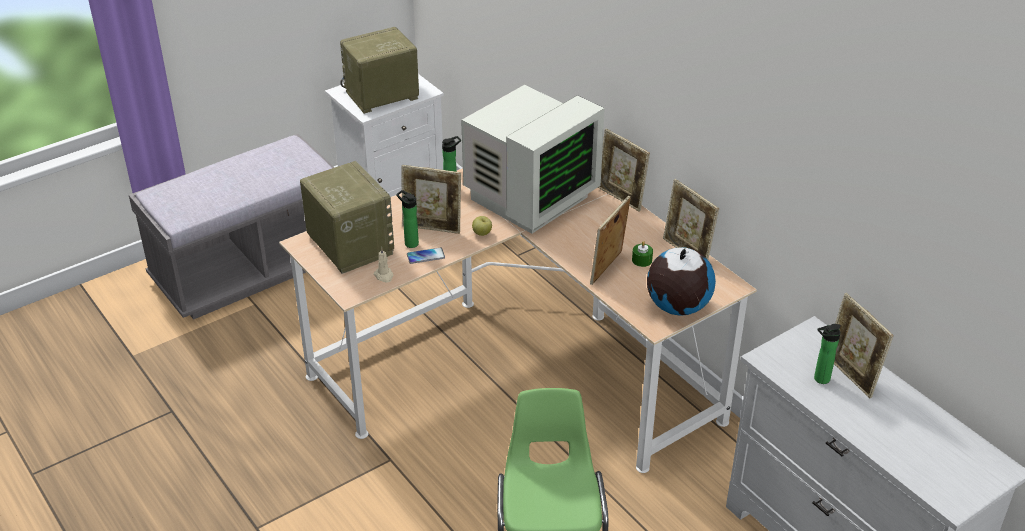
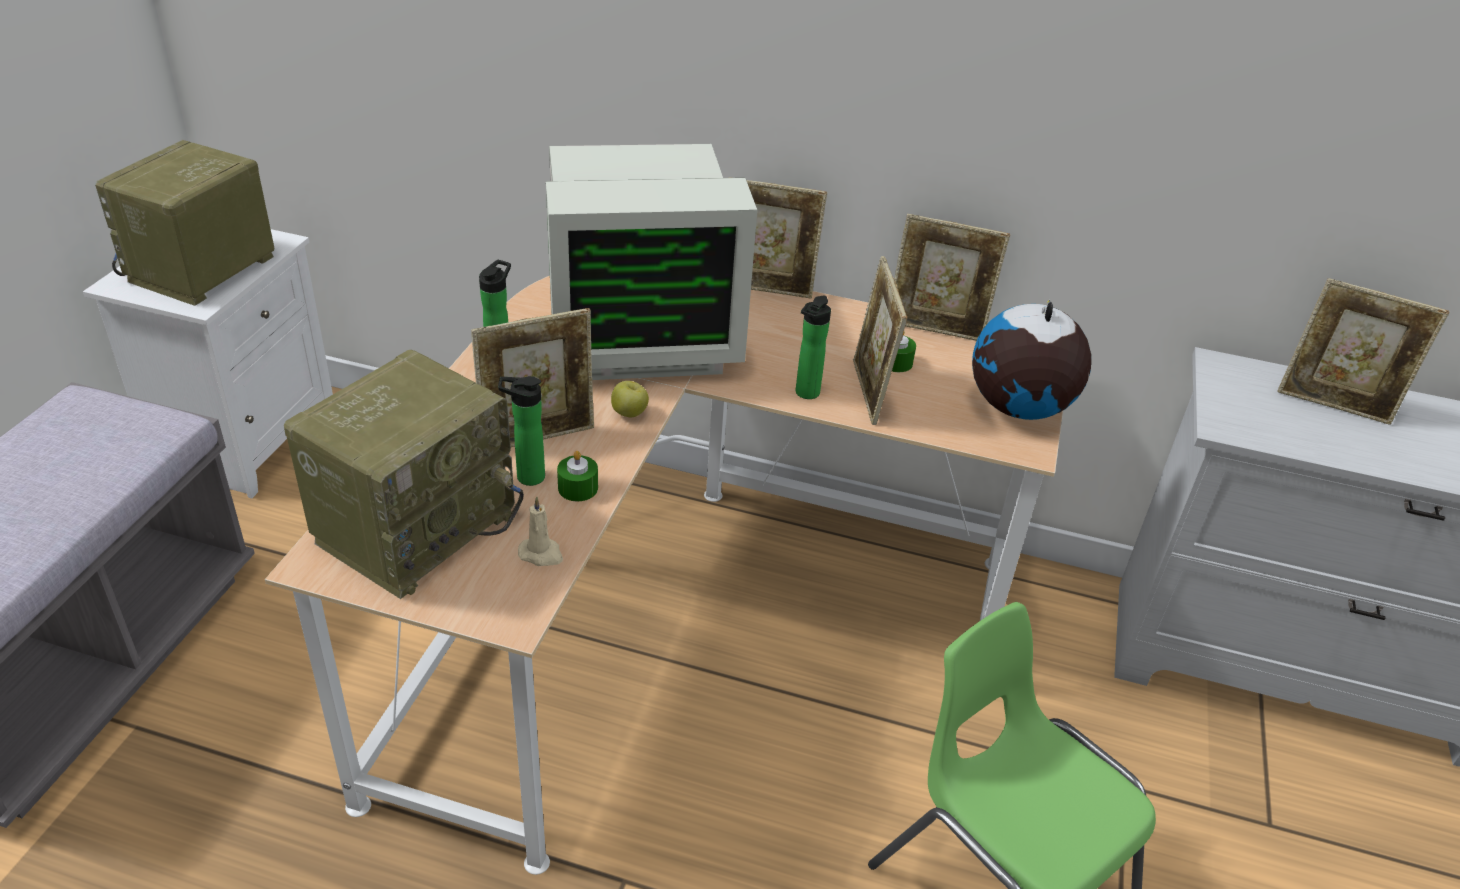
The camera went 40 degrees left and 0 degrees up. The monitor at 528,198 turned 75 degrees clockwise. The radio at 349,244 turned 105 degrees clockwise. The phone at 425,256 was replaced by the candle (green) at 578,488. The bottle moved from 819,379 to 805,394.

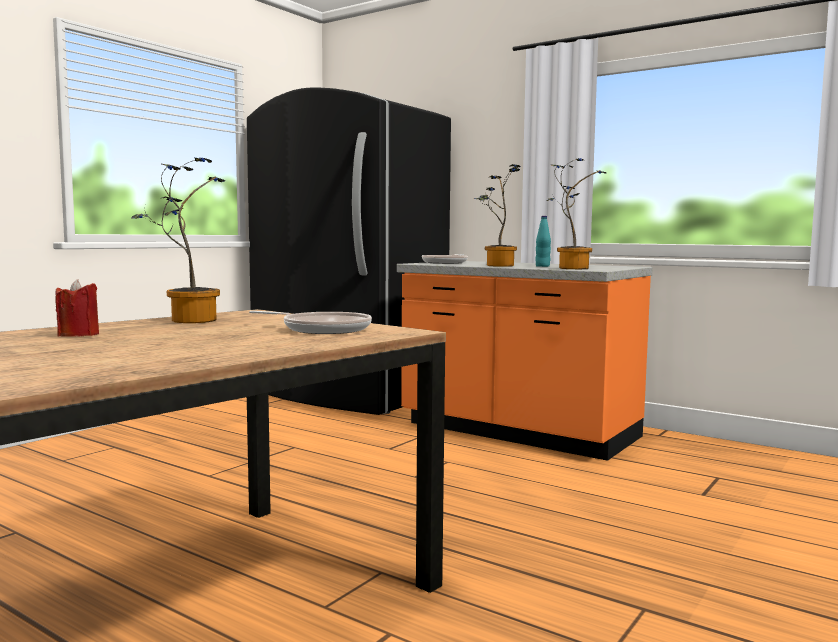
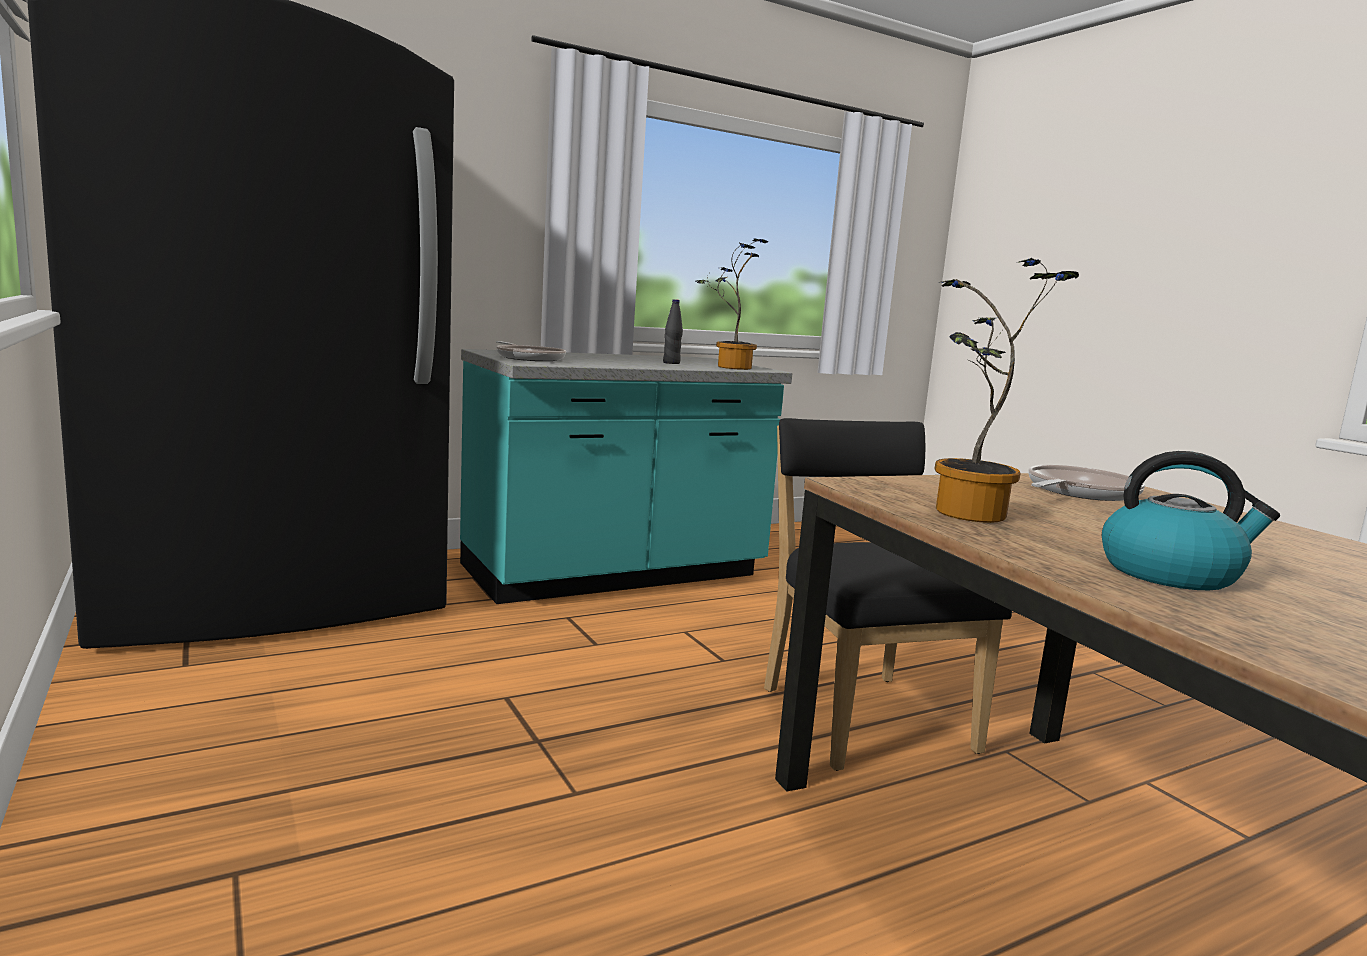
The camera went 65 degrees left and 5 degrees up. The potted plant at 496,266 disappeared. The bottle (turquoise) at 542,266 became the bottle (black) at 671,363. The counter (orange) at 518,431 became the counter (turquoise) at 615,573. The candle (red) at 78,335 was replaced by the kettle at 1171,574. The chair (black) at 860,714 appeared.

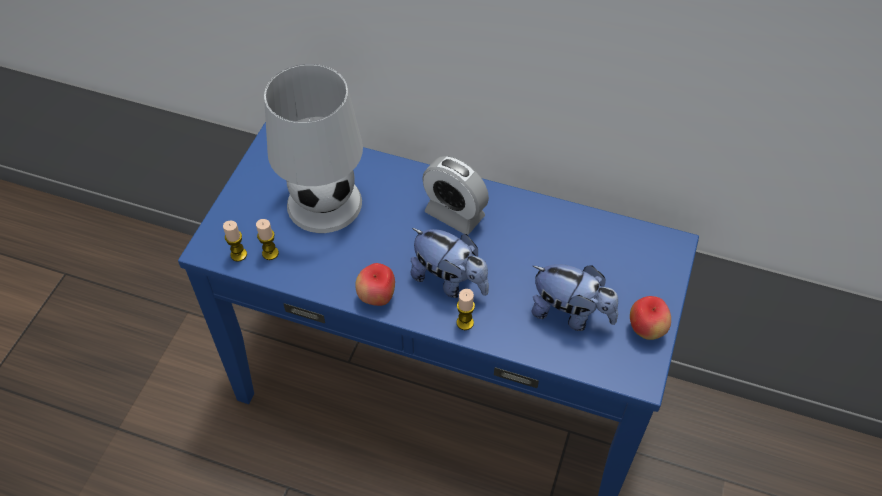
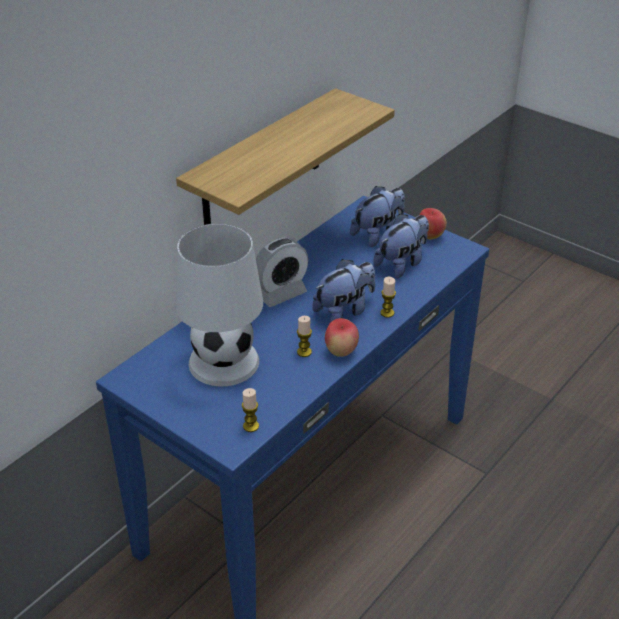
The camera went 70 degrees left and 15 degrees down. The candle moved from 270,253 to 304,352. The shelf at 262,165 appeared. The plush toy at 378,234 appeared.

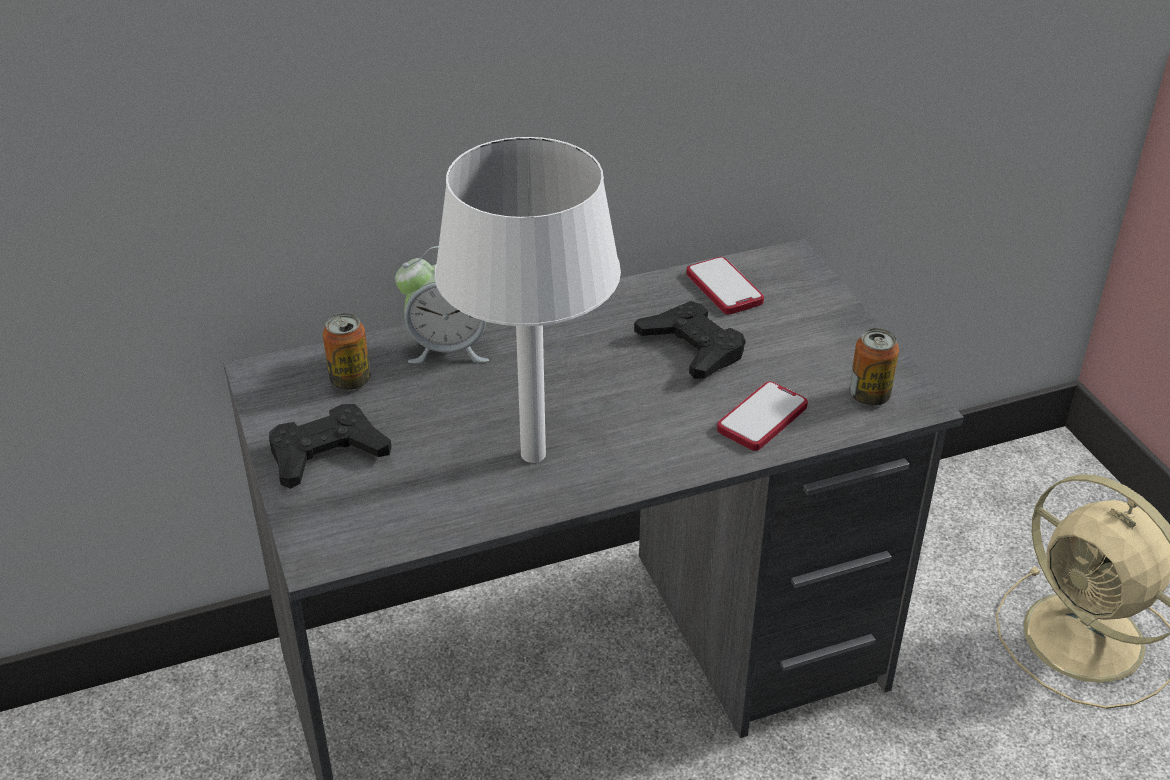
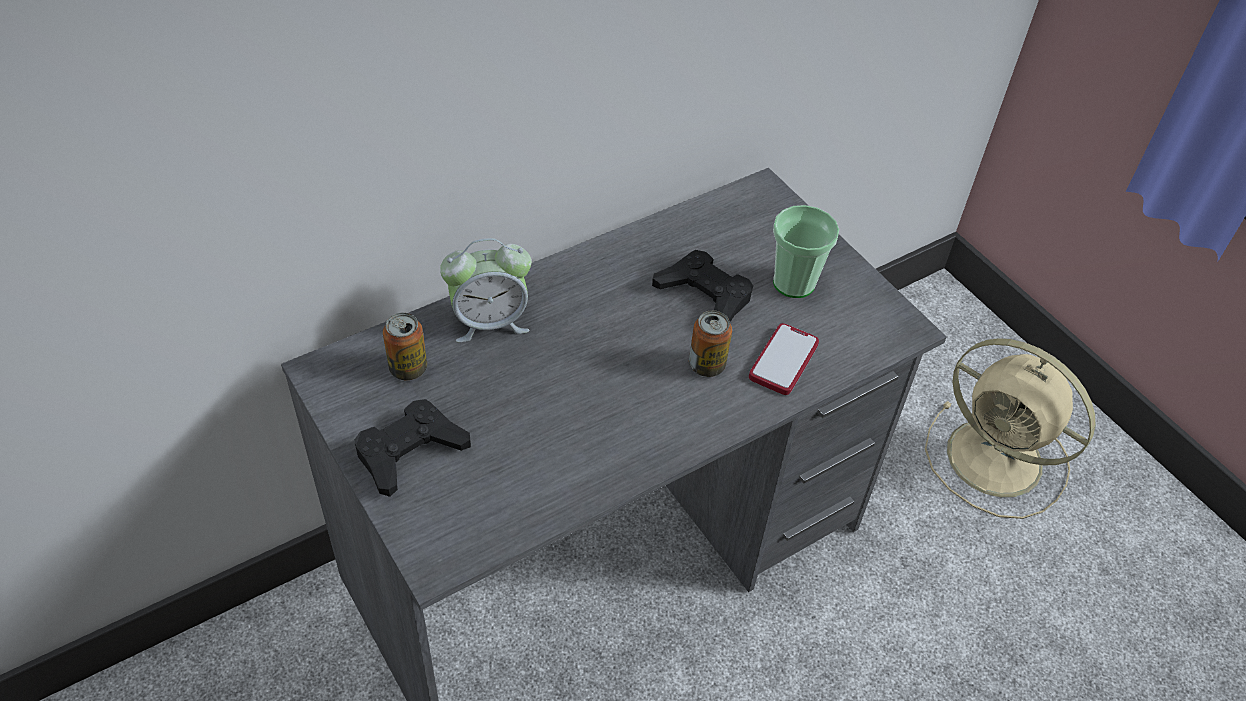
The camera went 15 degrees left and 10 degrees up. The table lamp (white) at 532,453 disappeared. The phone at 724,288 disappeared. The can moved from 869,396 to 707,365. The cup at 794,283 appeared.

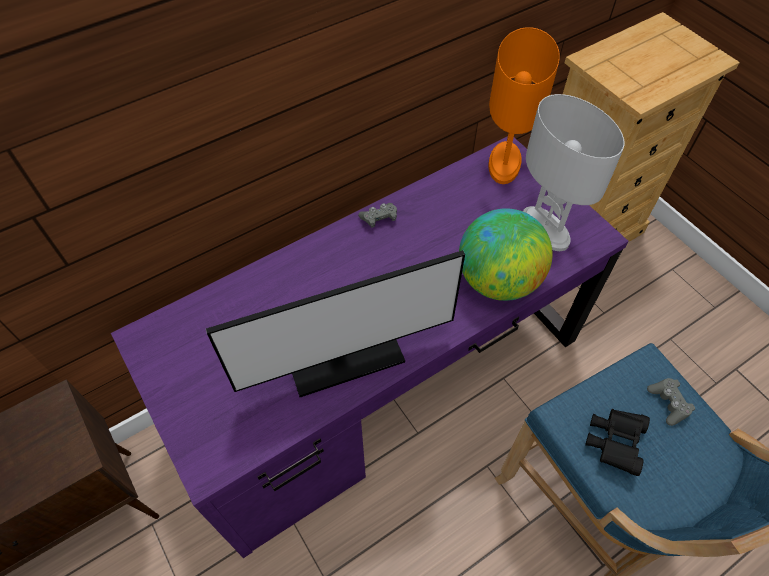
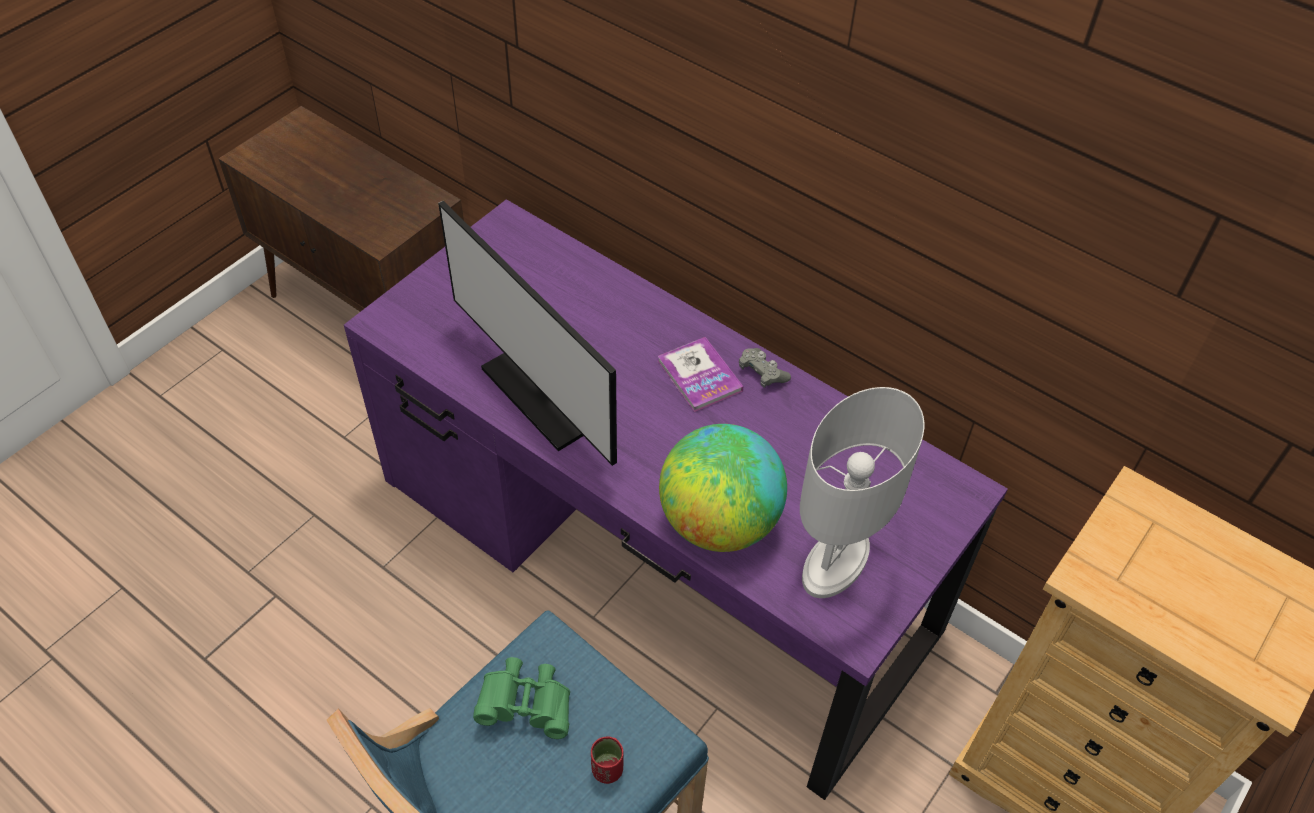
The camera went 70 degrees right and 5 degrees down. The table lamp (orange) at 504,163 disappeared. The game controller (grey) at 668,403 was replaced by the cup (red) at 607,770. The binoculars (black) at 613,442 became the binoculars (green) at 527,705. The book at 699,376 appeared.

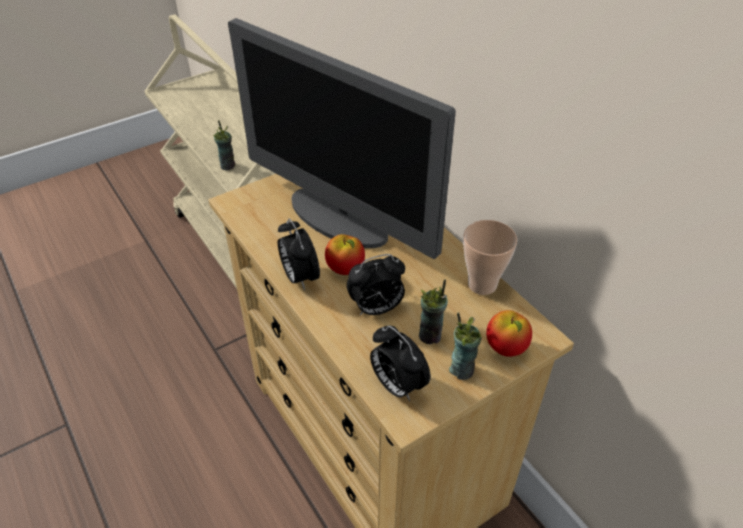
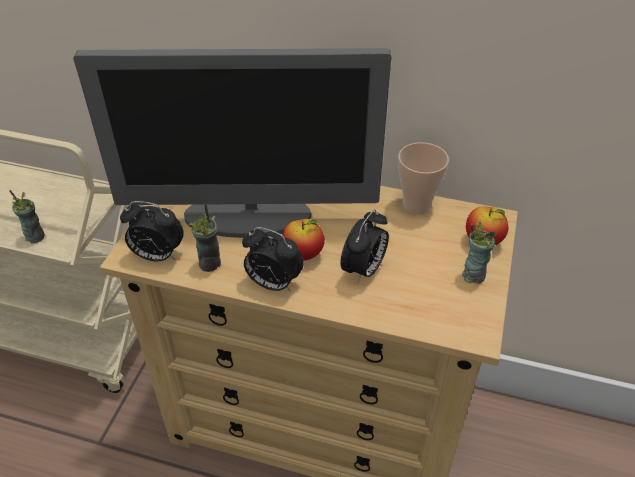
The camera went 40 degrees left and 0 degrees up. The cup moved from 430,335 to 210,263. The alarm clock moved from 397,385 to 157,256.

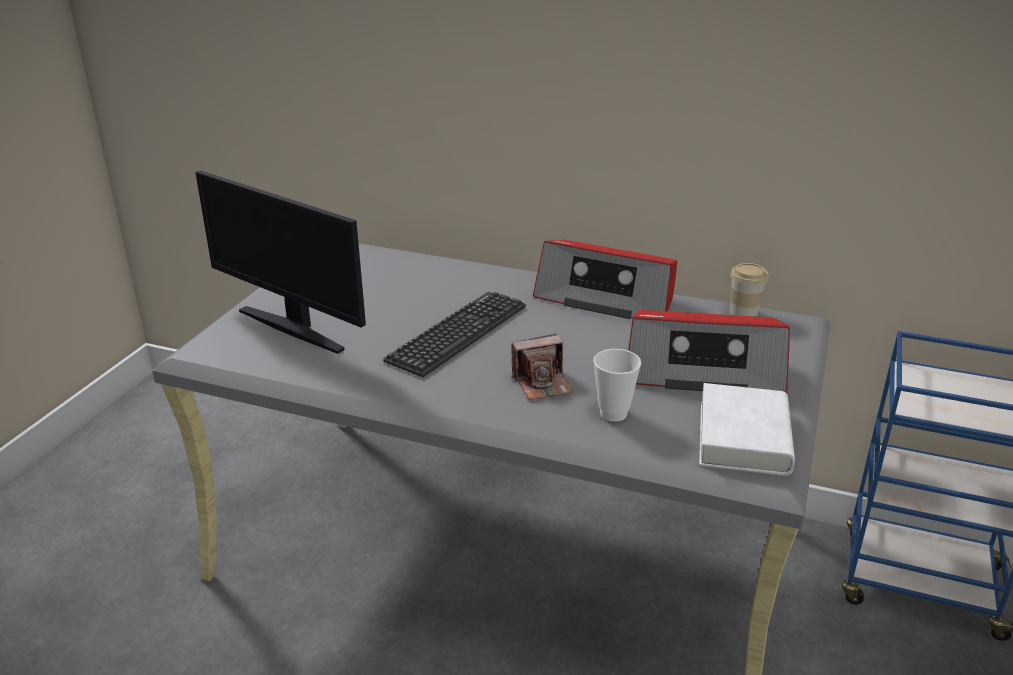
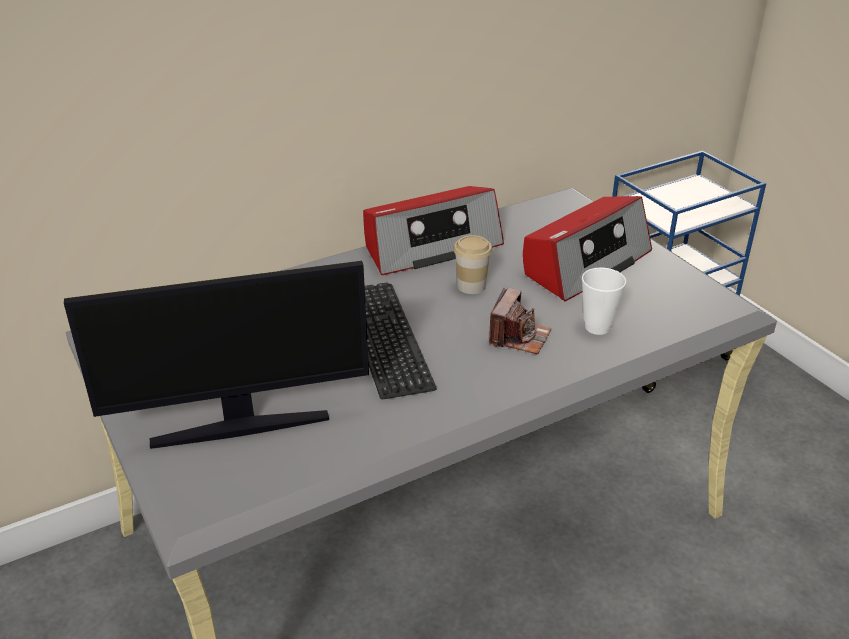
The camera went 50 degrees left and 5 degrees up. The cup moved from 744,313 to 471,286. The book (white) at 743,438 disappeared.

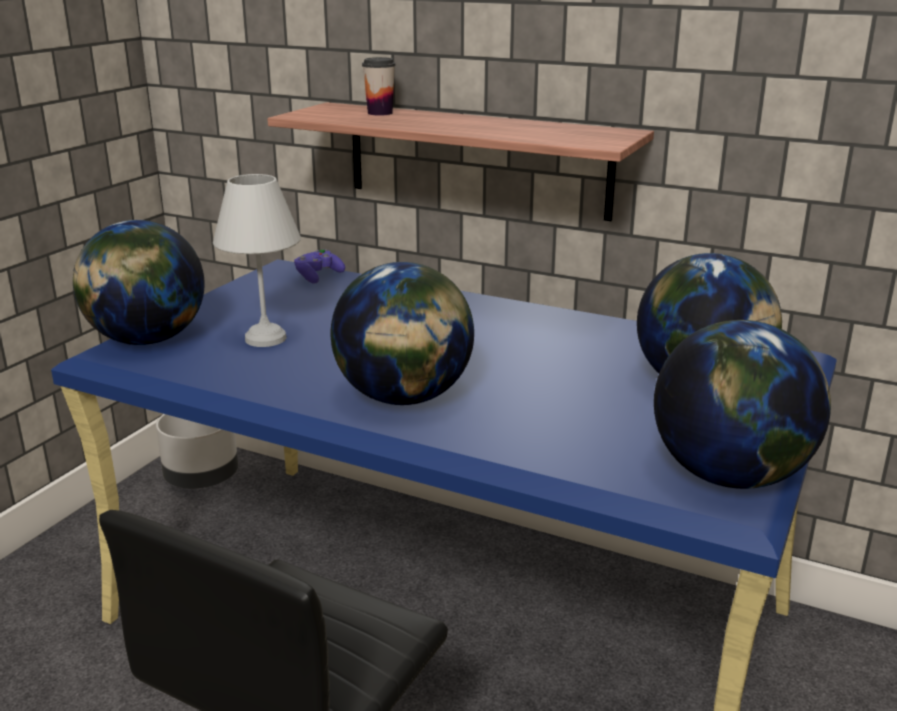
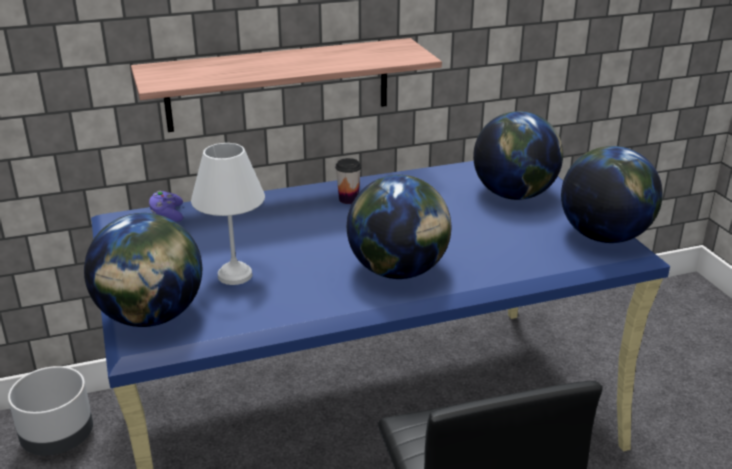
The camera went 45 degrees left and 5 degrees up. The cup moved from 380,113 to 348,199.

